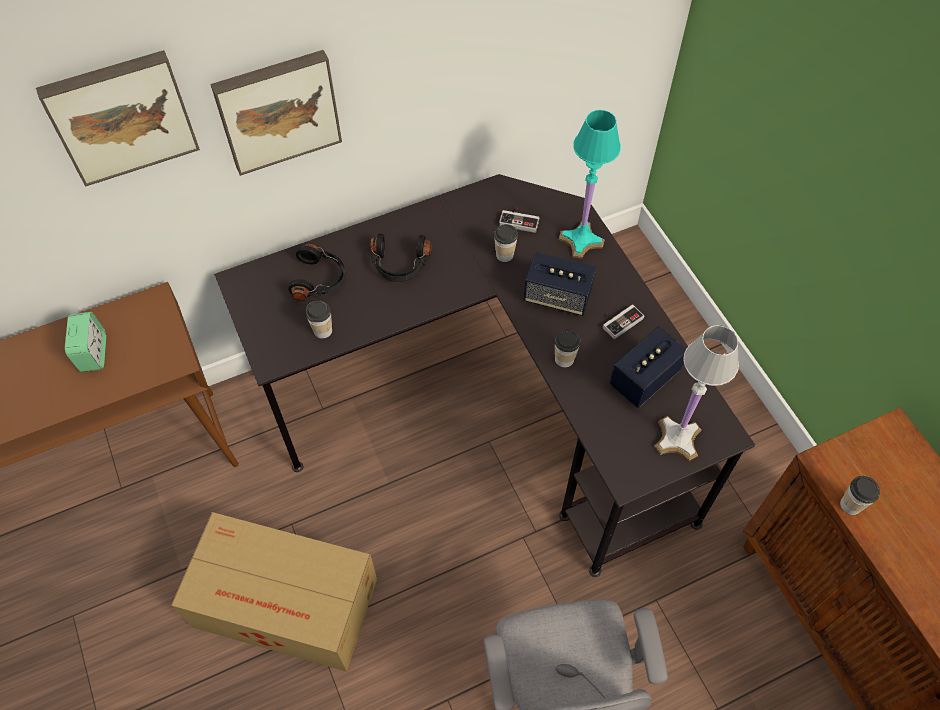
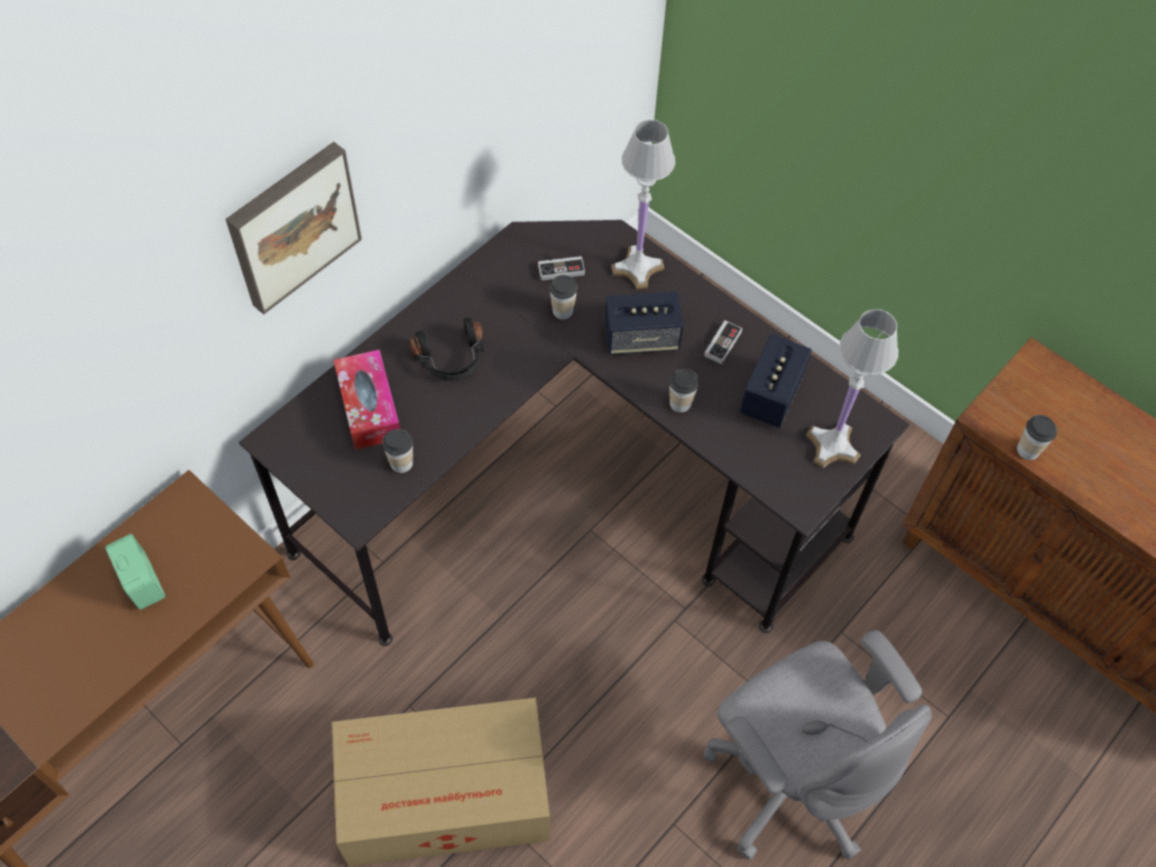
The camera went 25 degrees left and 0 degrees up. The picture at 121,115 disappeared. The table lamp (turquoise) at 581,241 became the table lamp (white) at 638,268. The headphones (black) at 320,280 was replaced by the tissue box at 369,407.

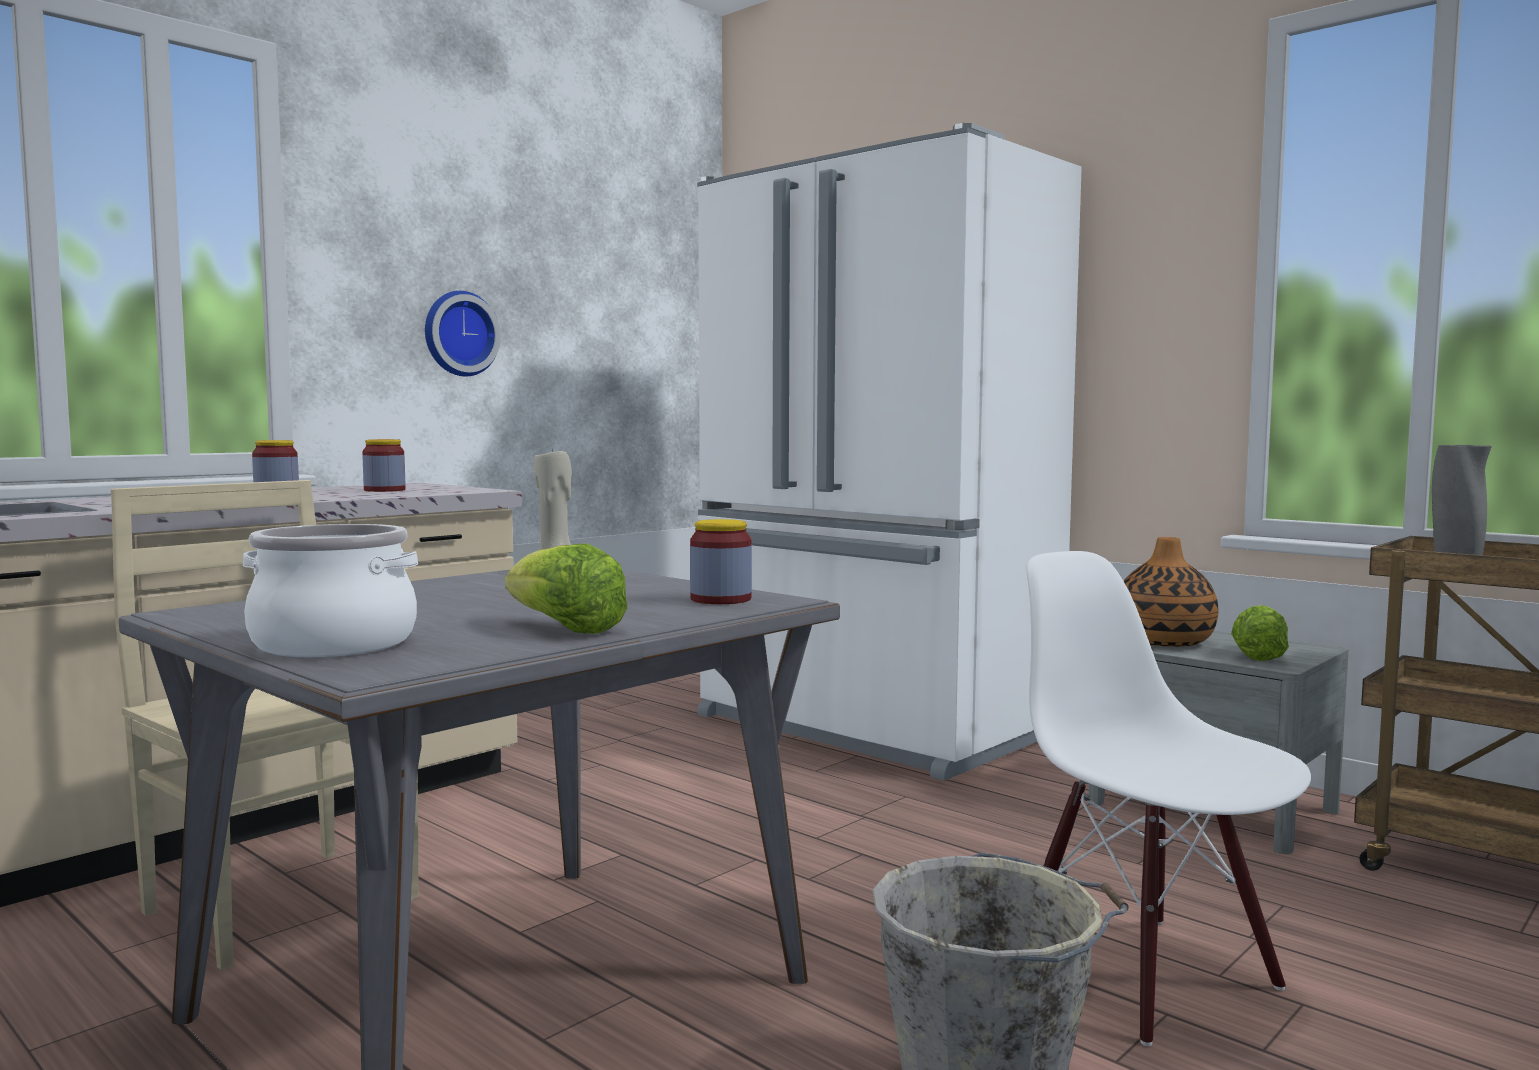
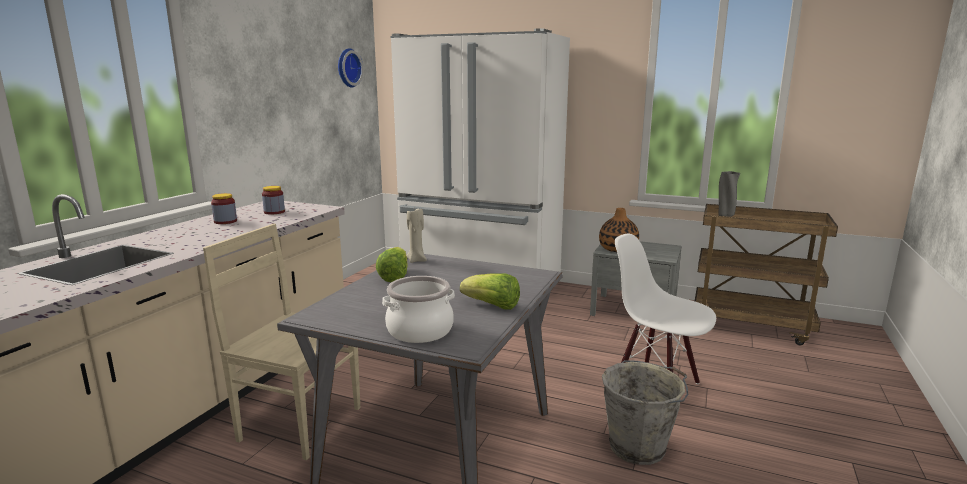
The camera went 20 degrees left and 10 degrees up. The wall clock moved from 459,334 to 347,68. The jar at 720,599 disappeared. The lettuce moved from 1259,655 to 394,276.

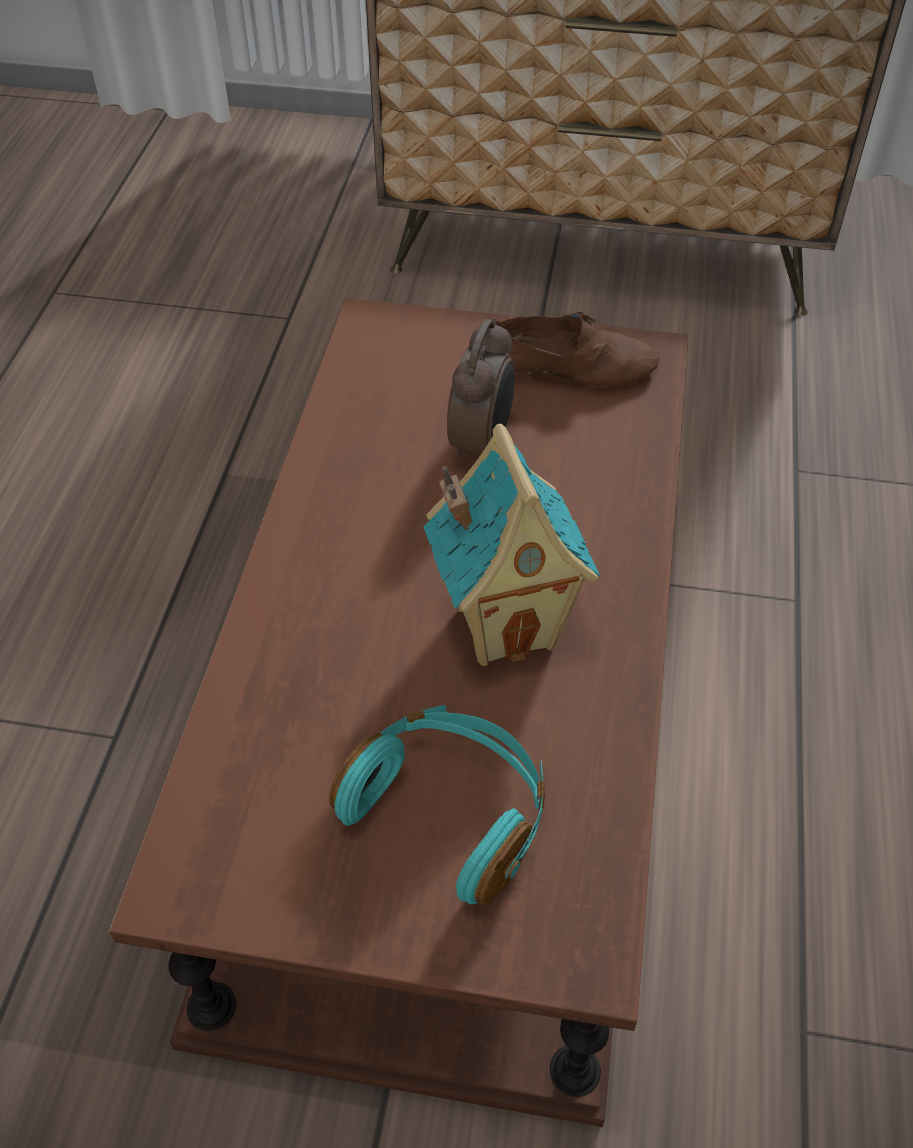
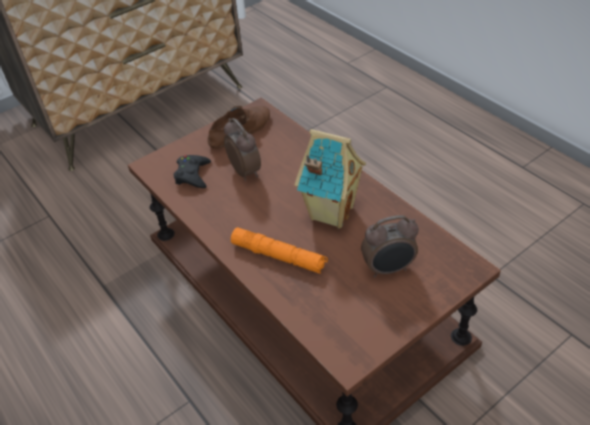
The camera went 45 degrees left and 5 degrees down. The headphones (turquoise) at 450,811 was replaced by the alarm clock at 389,269. The game controller (black) at 193,175 appeared. The flashlight (orange) at 278,256 appeared.

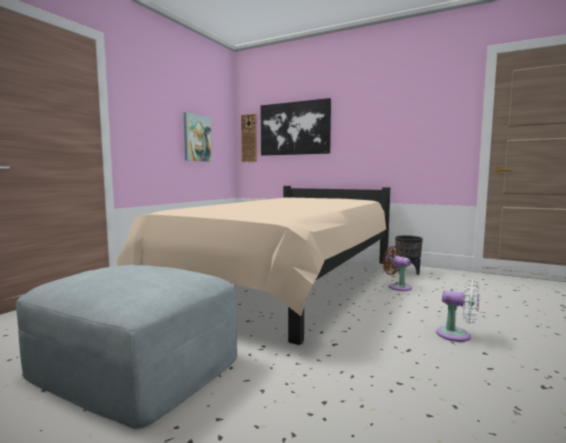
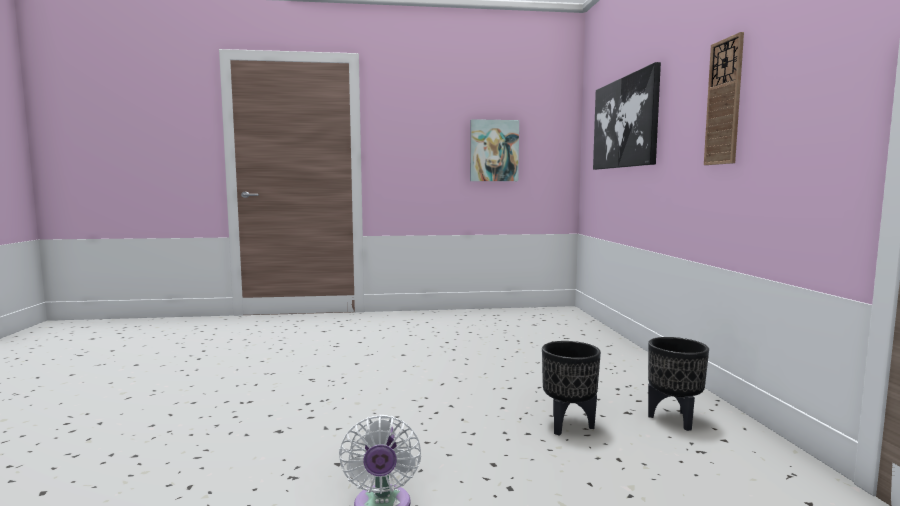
The camera went 55 degrees right and 0 degrees up. The wall clock moved from 249,138 to 724,102. The bed (beige) at 284,283 disappeared. The fan (brown) at 397,287 was replaced by the planter (black) at 568,426. The ottoman (grey) at 136,366 disappeared.

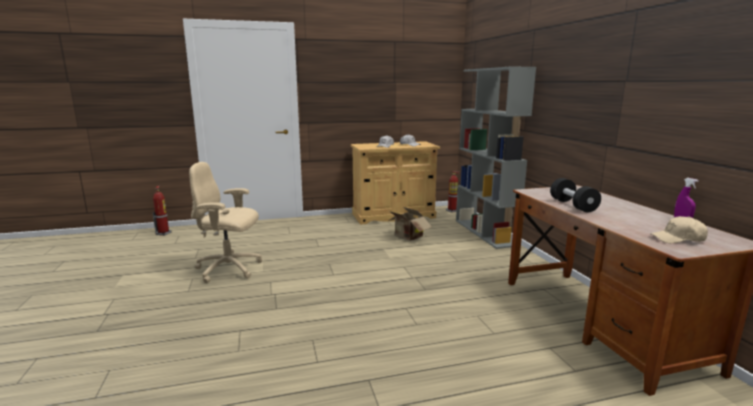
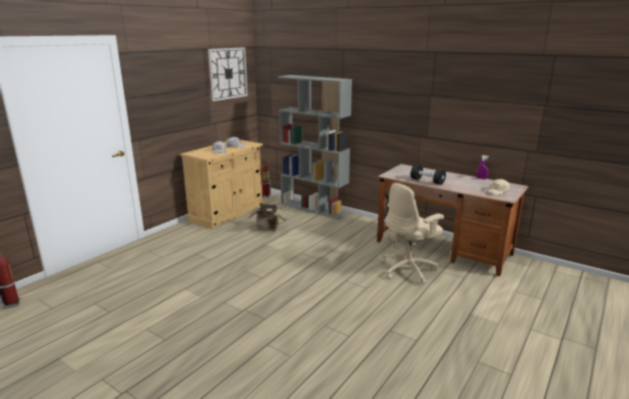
The camera went 40 degrees left and 5 degrees up. The office chair (beige) moved from 229,269 to 409,270. The wall clock at 228,73 appeared.

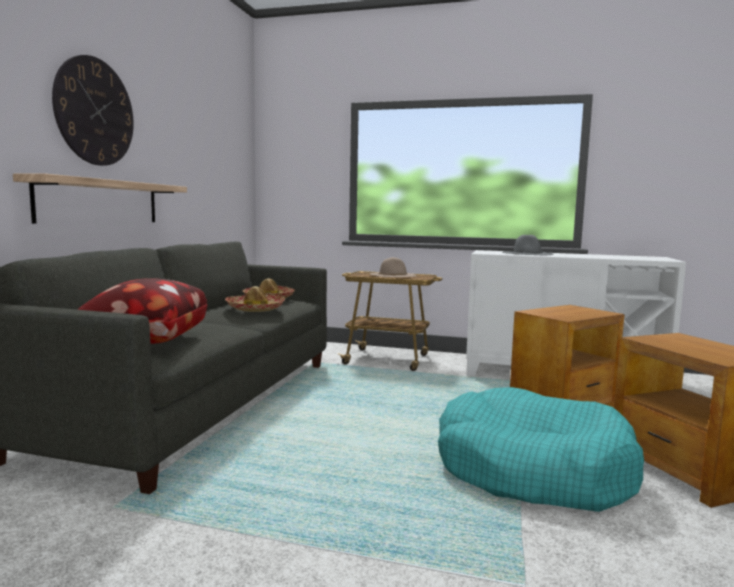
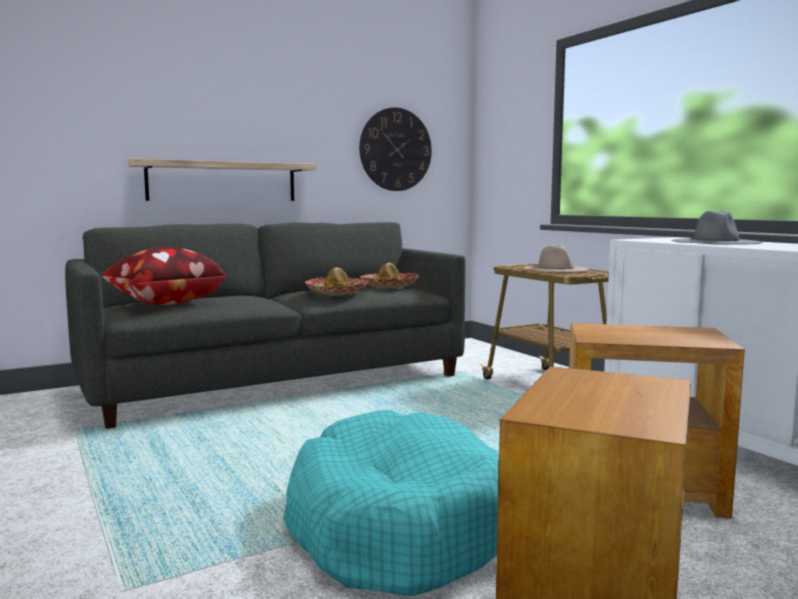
The camera went 45 degrees right and 0 degrees up. The wall clock moved from 95,111 to 395,149.

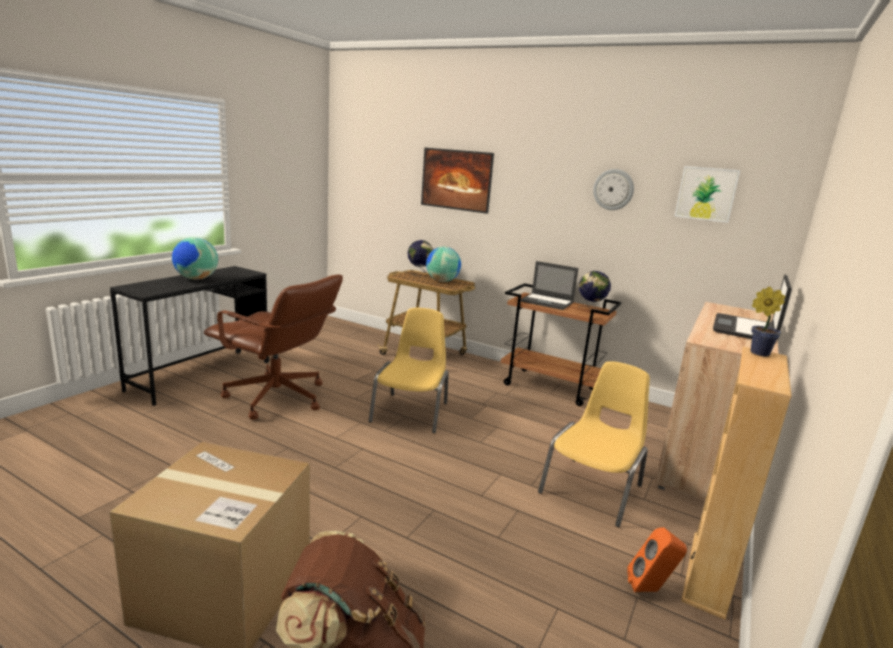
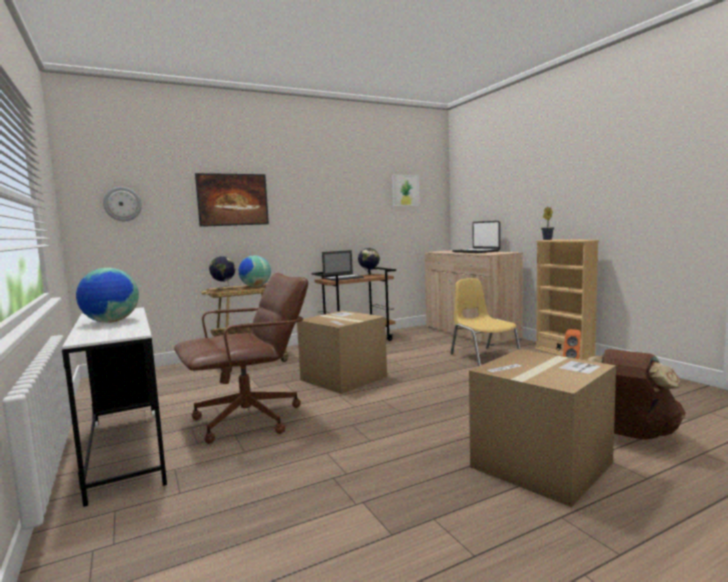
The camera went 55 degrees left and 10 degrees down. The wall clock moved from 613,189 to 122,204. The desk (black) at 201,375 became the desk (white) at 126,452. The chair (yellow) at 411,412 was replaced by the cardboard box at 343,378.

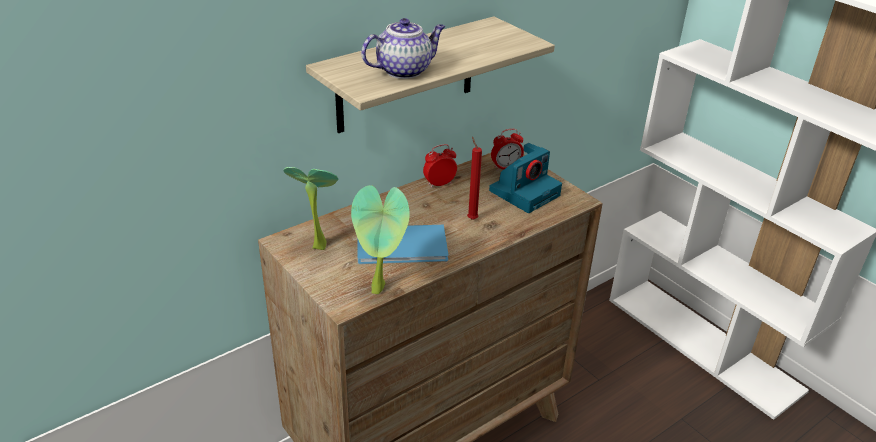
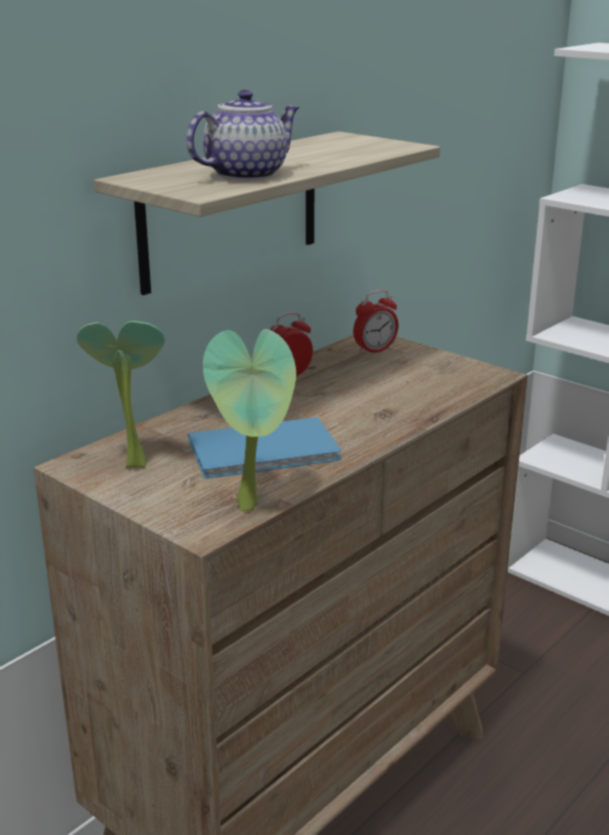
The camera went 10 degrees left and 10 degrees down. The candle (red) at 471,218 disappeared. The photo camera at 525,192 disappeared.

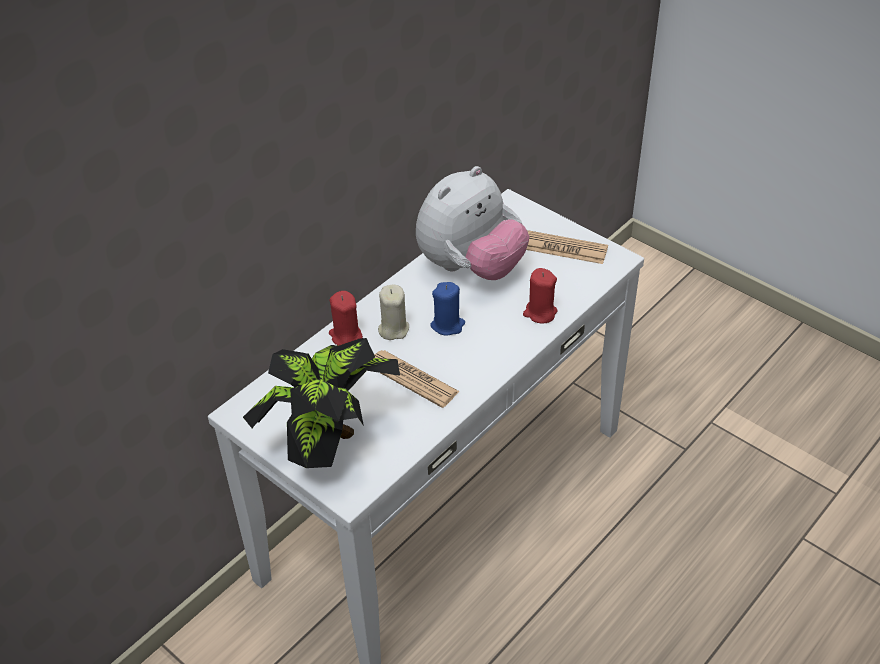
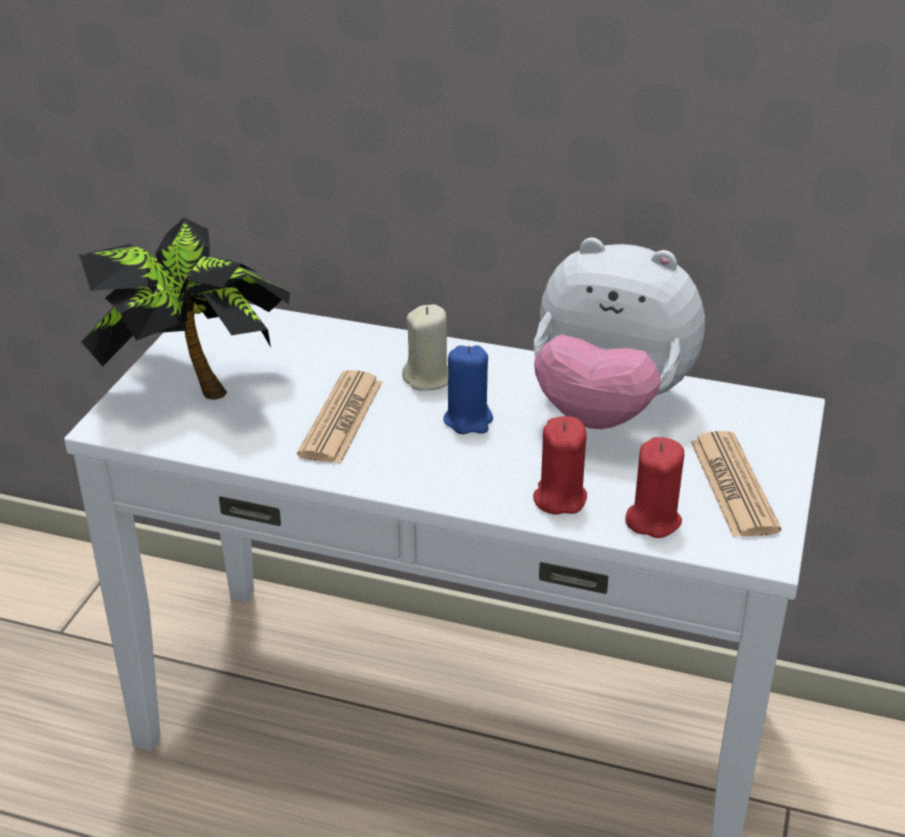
The camera went 65 degrees right and 10 degrees down. The candle (red) moved from 345,336 to 653,520.

